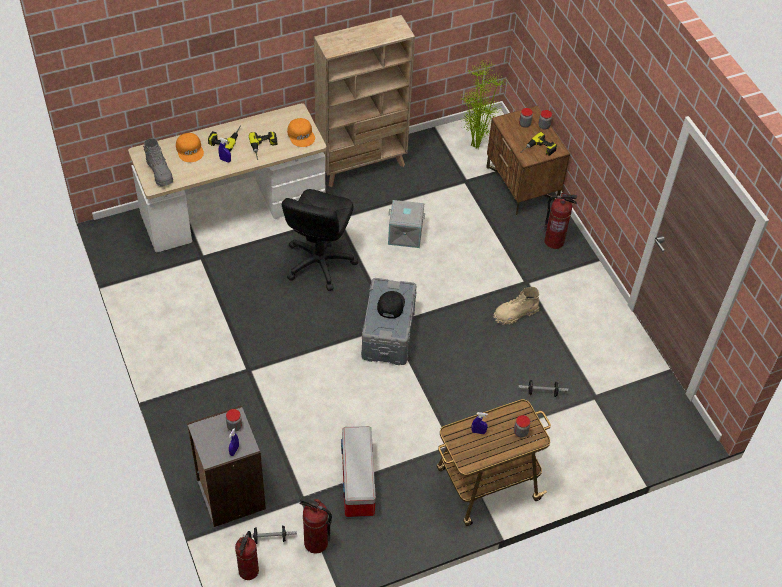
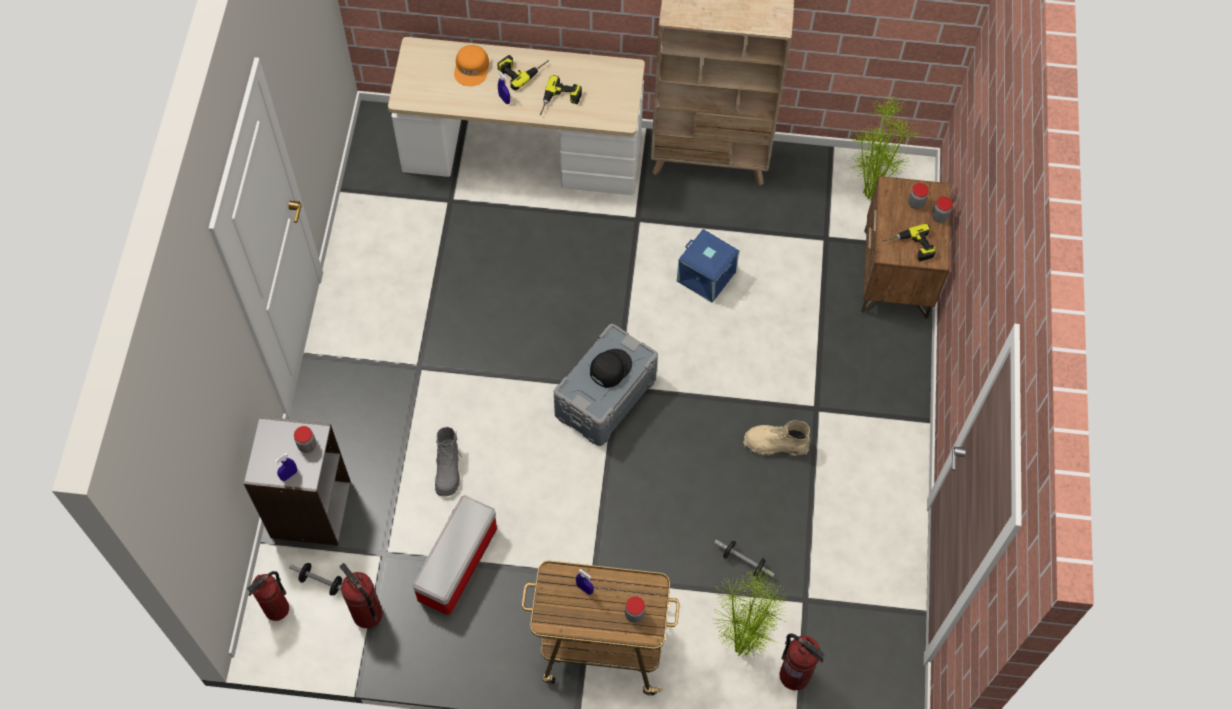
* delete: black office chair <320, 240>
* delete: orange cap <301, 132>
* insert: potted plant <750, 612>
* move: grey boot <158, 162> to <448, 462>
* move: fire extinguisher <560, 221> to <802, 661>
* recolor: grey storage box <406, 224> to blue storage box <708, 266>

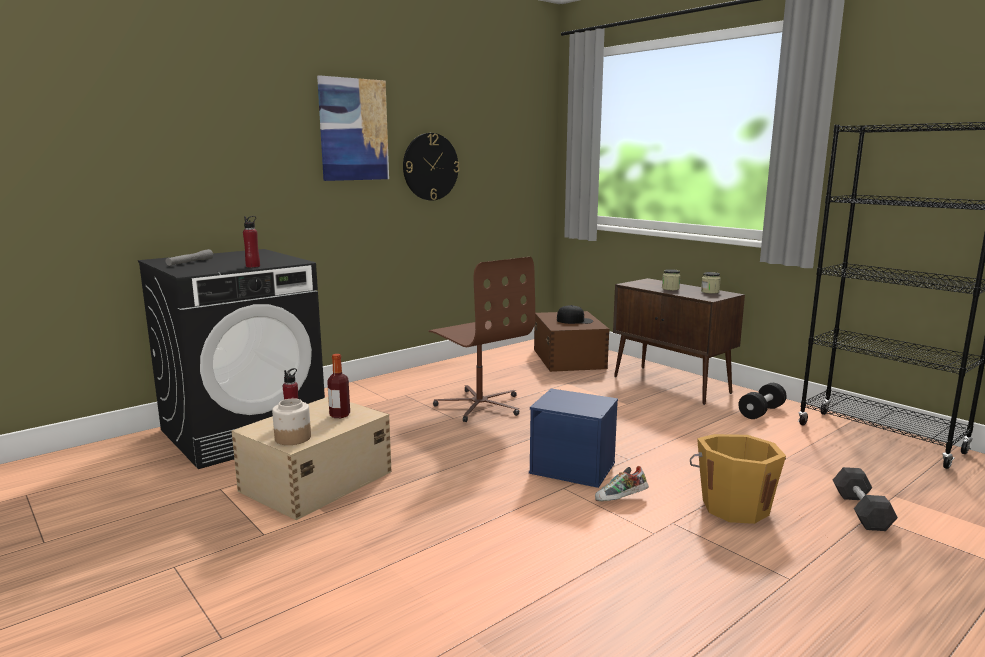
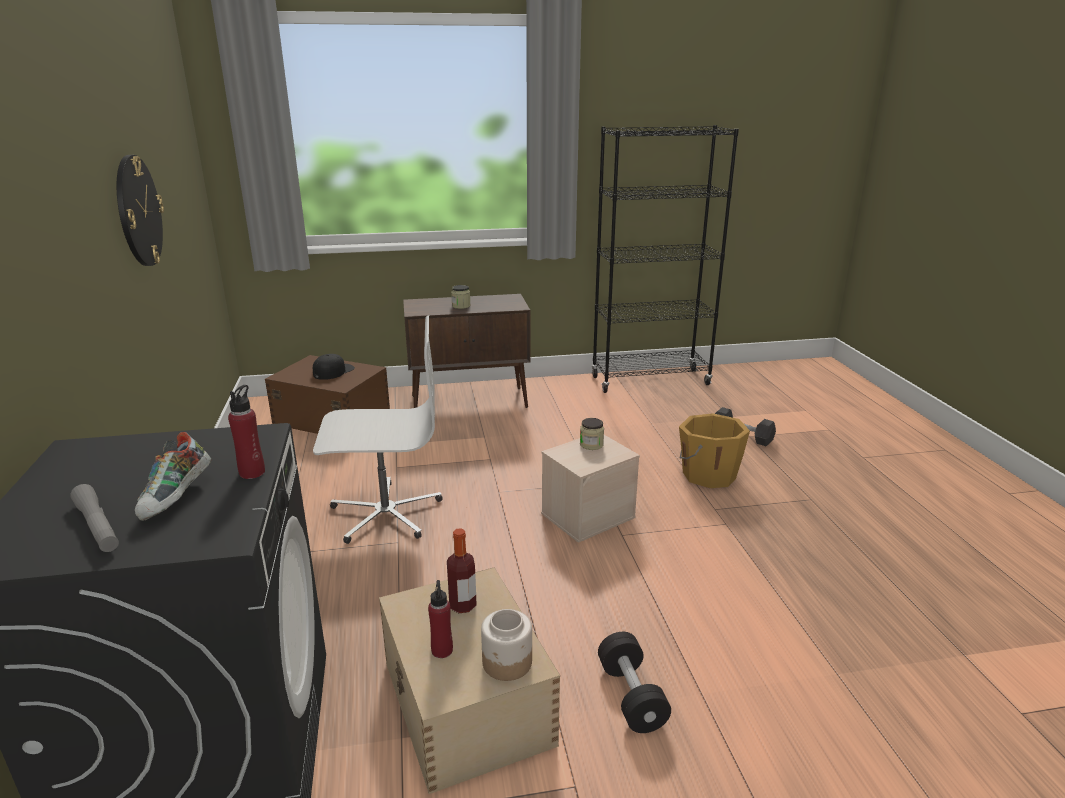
* delete: picture <353, 128>
* move: shoe <622, 483> to <173, 476>
* move: jar <711, 283> to <592, 434>
* move: black dumbbell <762, 401> to <634, 682>
* recolor: brown office chair <482, 339> to white office chair <377, 430>
* recolor: blue storage box <573, 438> to beige storage box <590, 489>

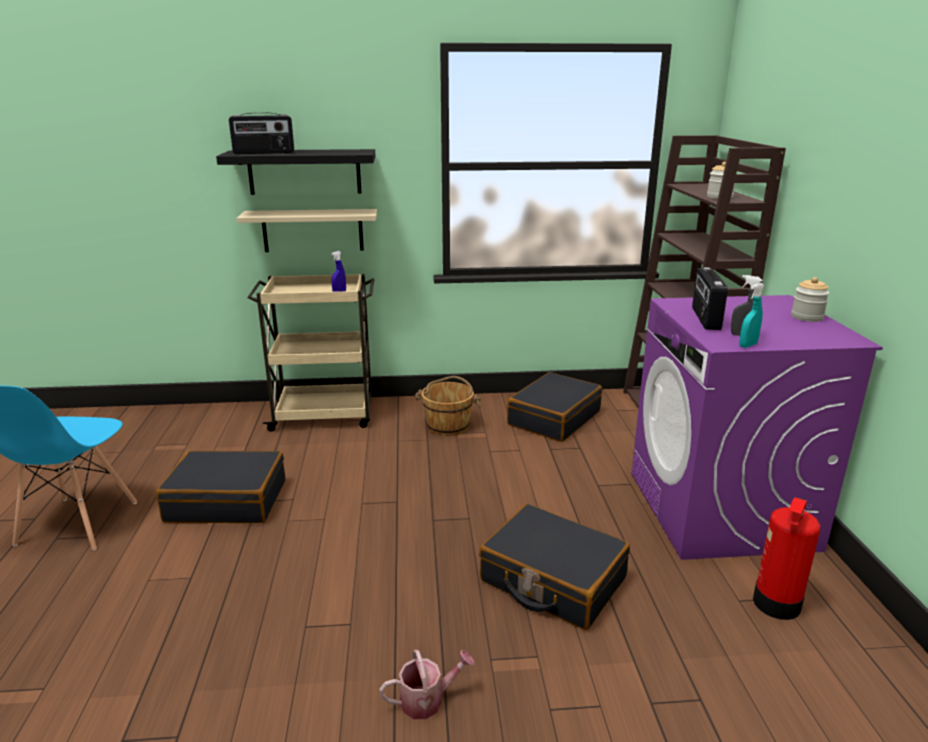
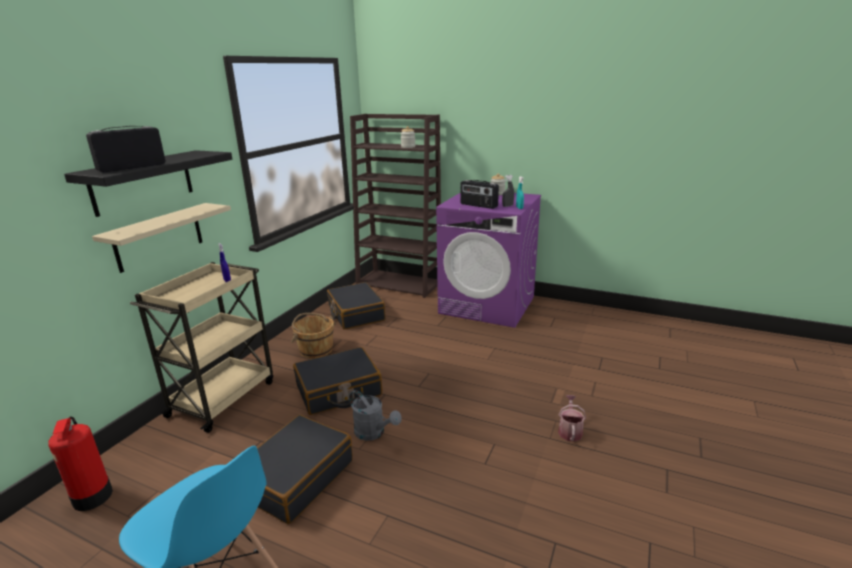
* insert: grey watering can <375, 415>
* move: black suitcase <554, 567> to <337, 381>
* move: fire extinguisher <786, 558> to <80, 463>
* rotate: radio <261, 133> = <125, 149> 150 degrees counterclockwise

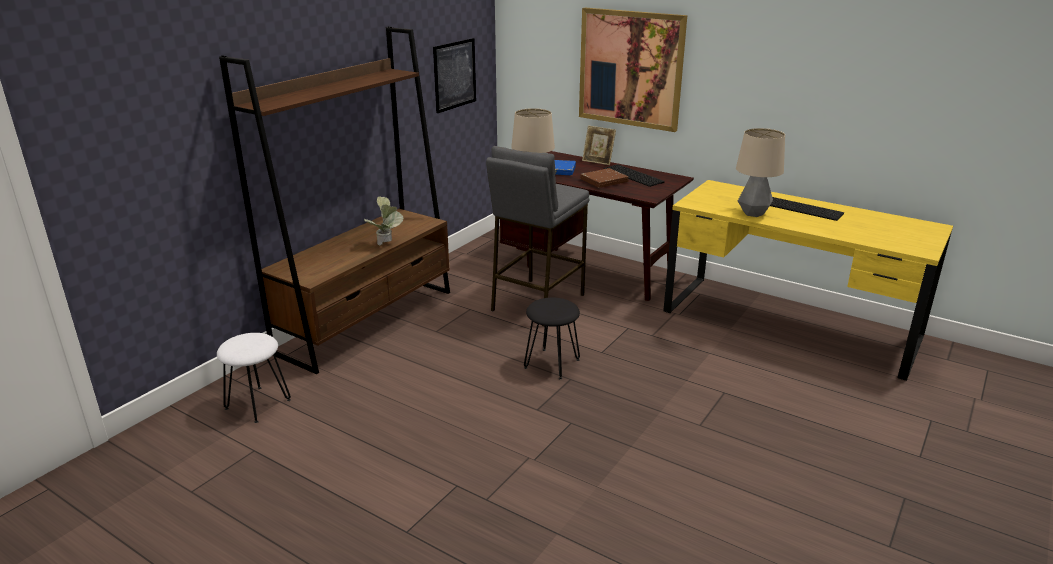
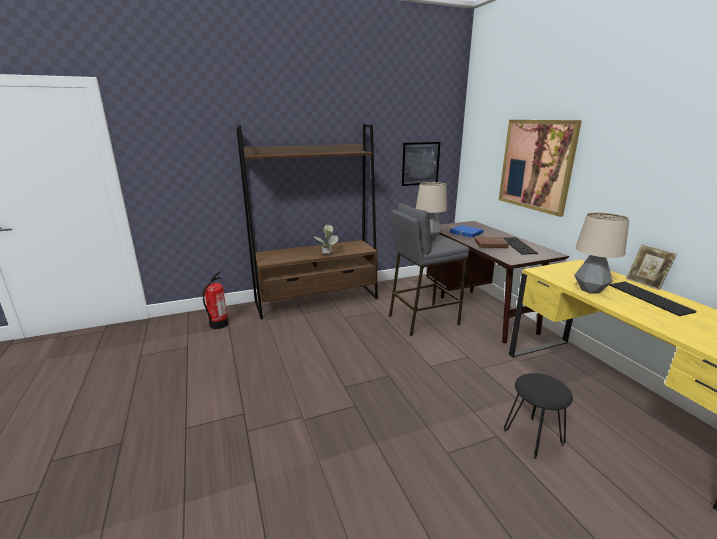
* move: black stool <552, 339> to <538, 416>
* move: picture frame <599, 145> to <651, 267>
* replace: white stool <254, 378> to fire extinguisher <215, 300>

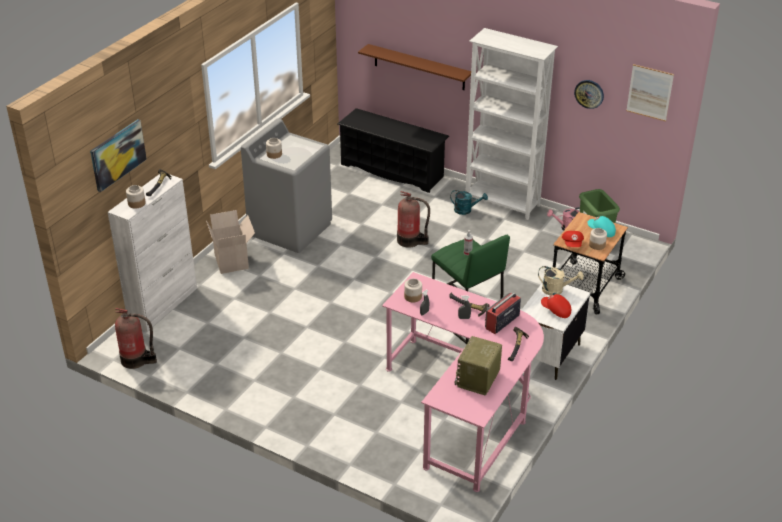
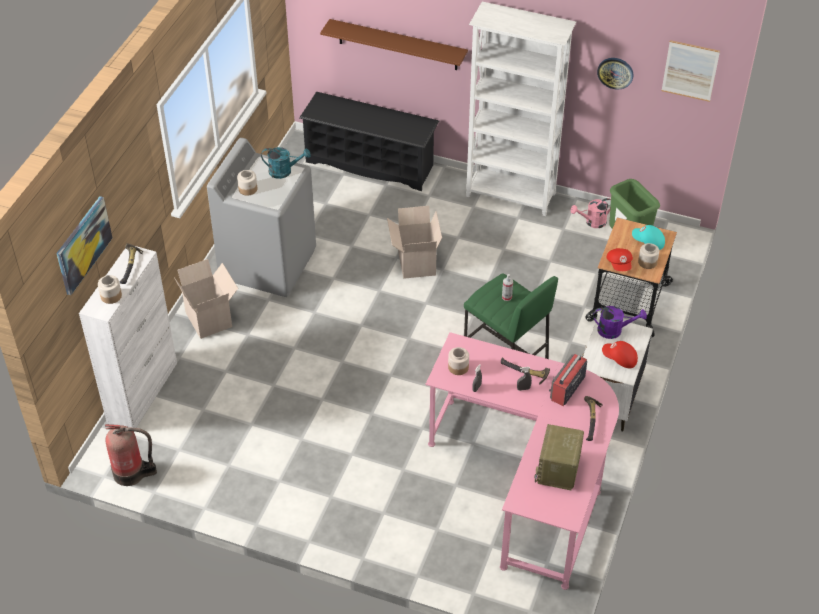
* move: turquoise watering can <469, 202> to <286, 163>
* replace: fire extinguisher <413, 219> to cardboard box <414, 242>
* recolor: beige watering can <561, 281> to purple watering can <620, 322>

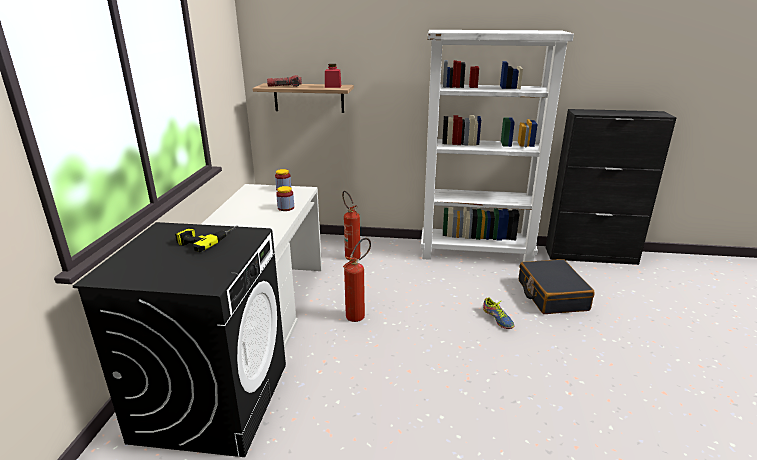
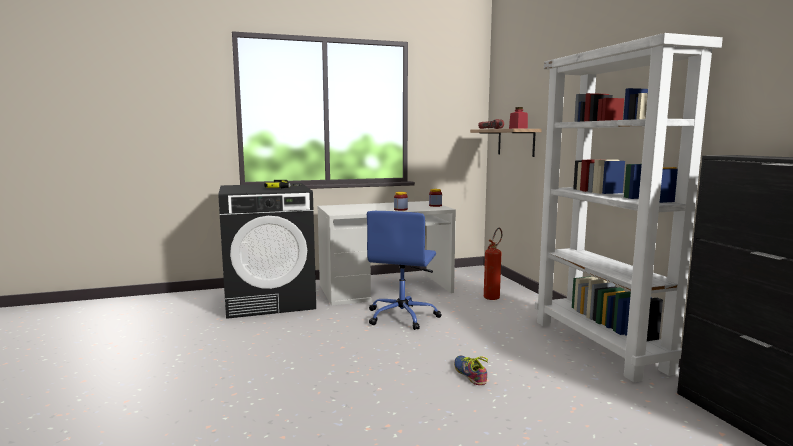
* delete: black suitcase <557, 286>
* replace: fire extinguisher <357, 280> to blue office chair <404, 270>
* rotate: shoe <499, 313> = <471, 370> 120 degrees clockwise

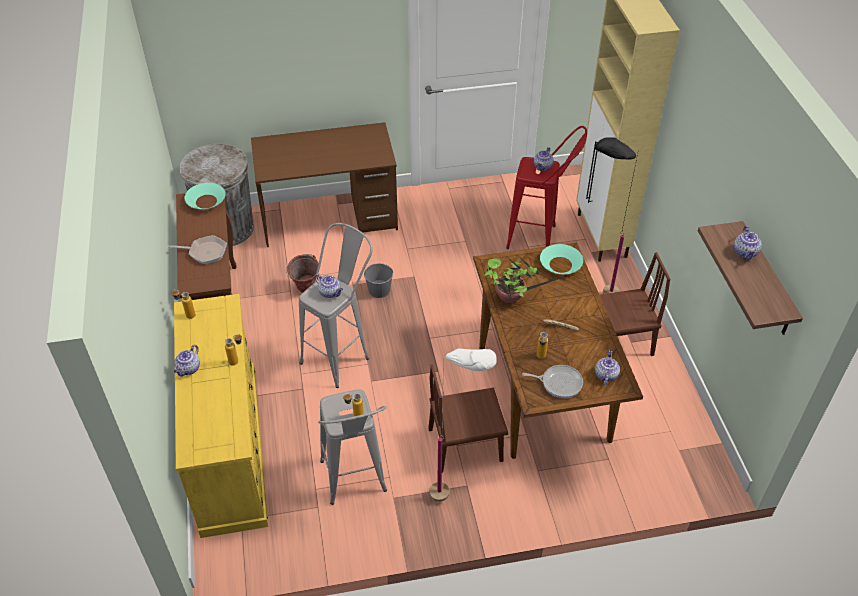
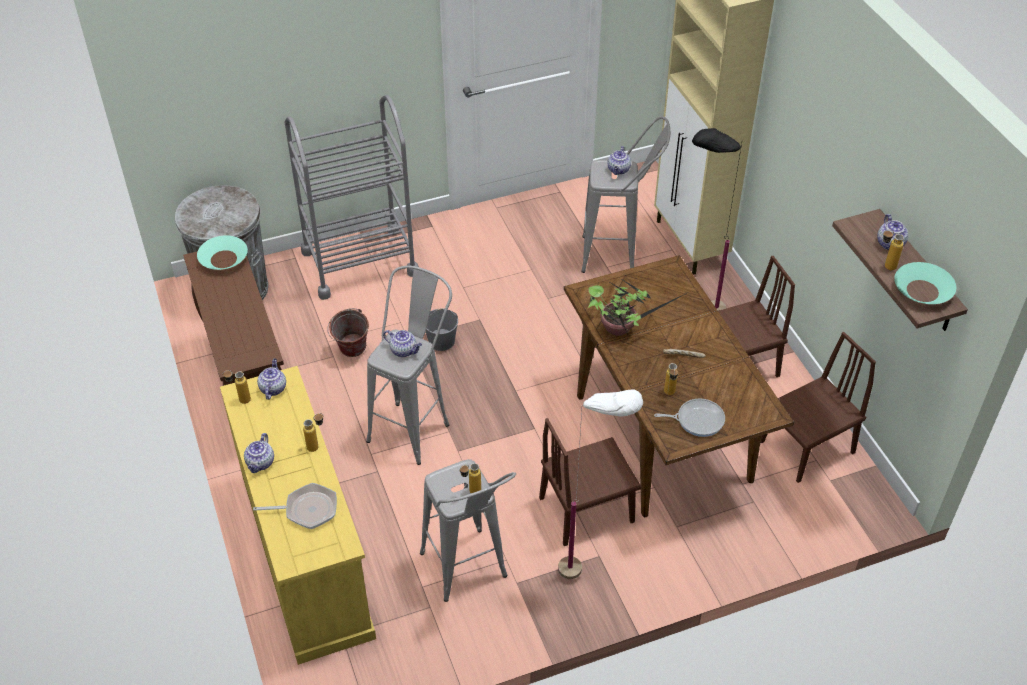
* insert: brown chair <818, 407>
* insert: bottle <893, 249>
* move: frying pan <197, 249> to <295, 506>
* move: turquoise bowl <561, 259> to <925, 283>
* move: teapot <607, 367> to <271, 379>
* replace: brown desk <324, 184> to grey cart <352, 197>
* recolor: red stool <546, 187> to grey stool <625, 194>

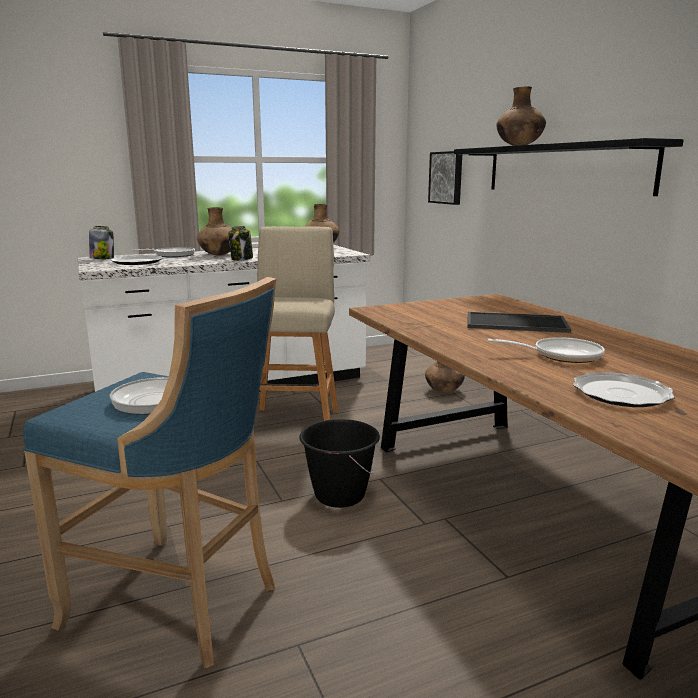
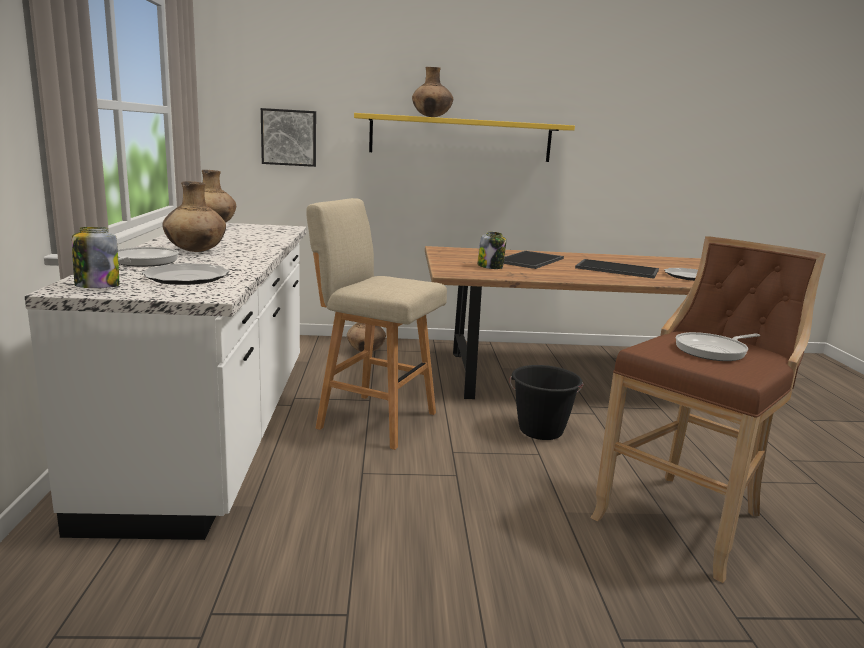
* move: jar <241, 243> to <491, 250>
* replace: frying pan <546, 350> to tray <617, 269>
* recolor: blue stool <149, 473> to brown stool <708, 409>
* recolor: black shelf <569, 167> to yellow shelf <464, 137>

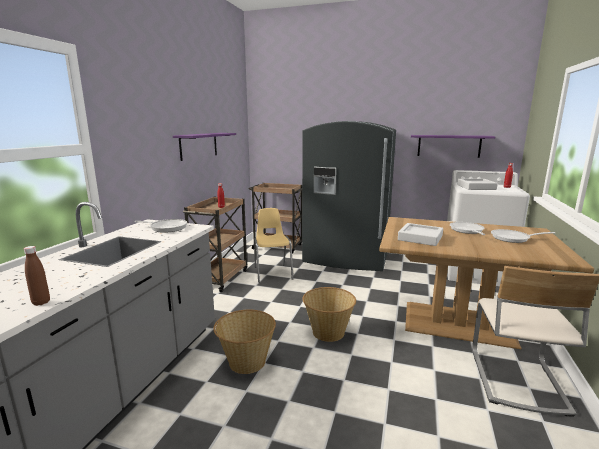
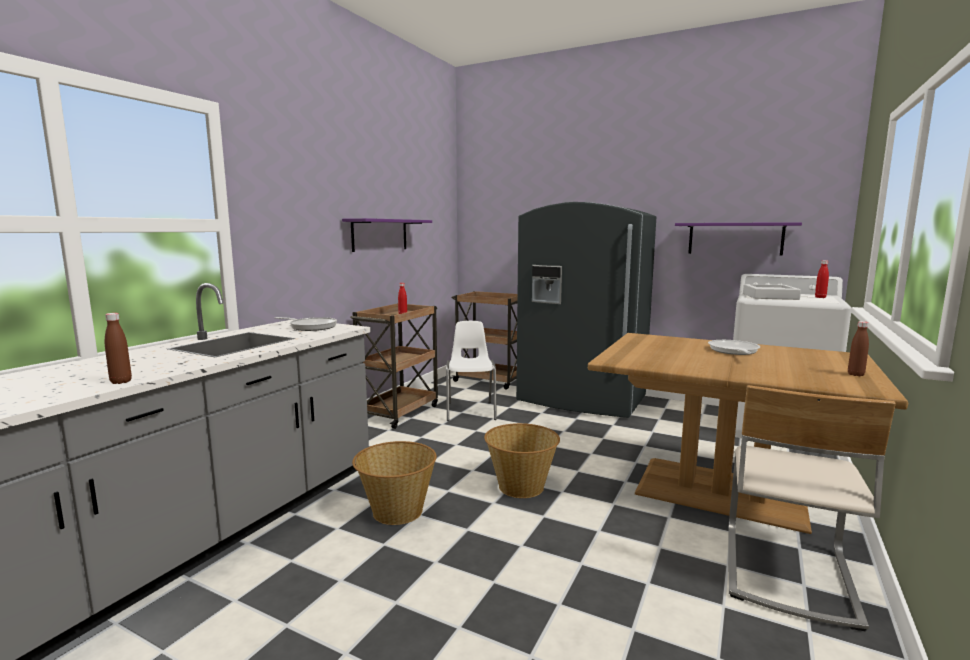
* delete: grey tray <420, 234>
* delete: frying pan <523, 236>
* insert: brown bottle <858, 348>
* recolor: yellow chair <273, 245> to white chair <471, 371>

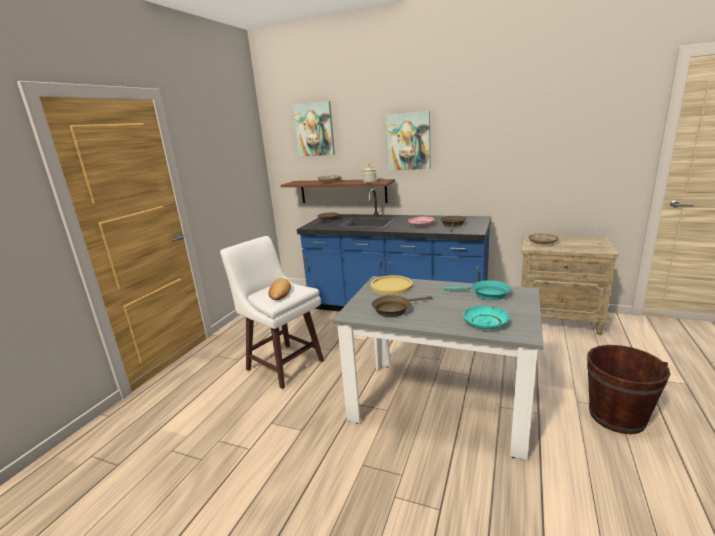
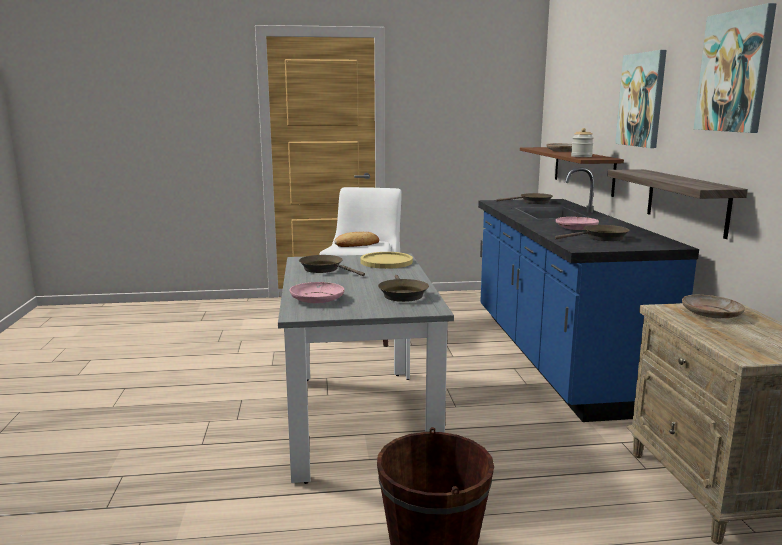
* insert: shelf <677, 204>
* move: picture <313, 129> to <735, 68>
* recolor: turquoise frying pan <477, 290> to brown frying pan <403, 288>
* recolor: turquoise plate <486, 317> to pink plate <317, 292>

